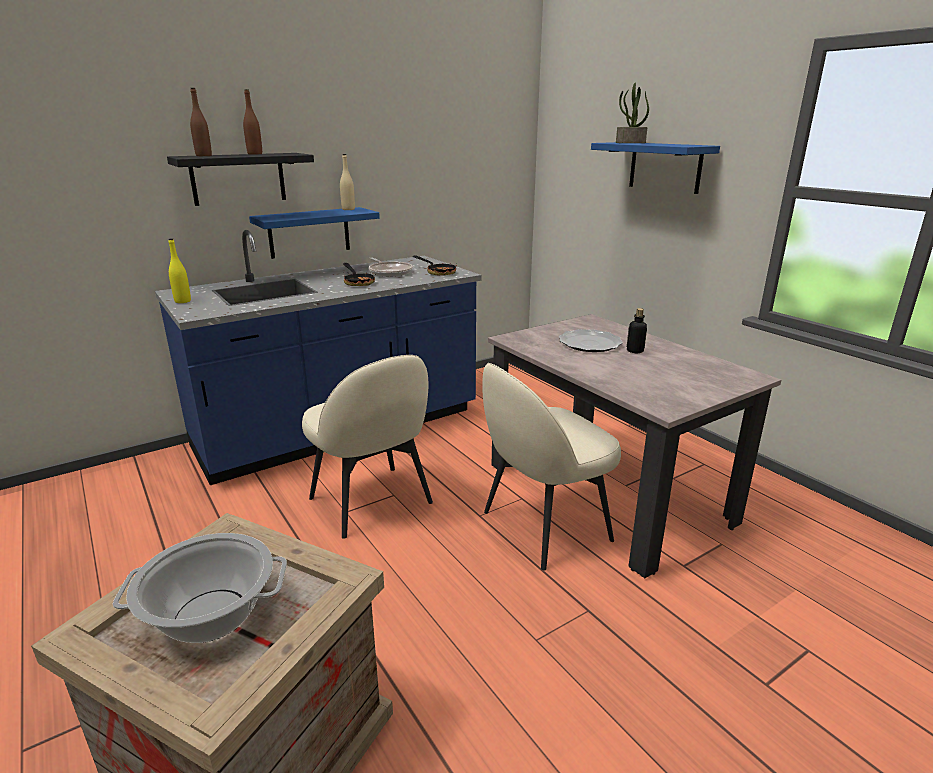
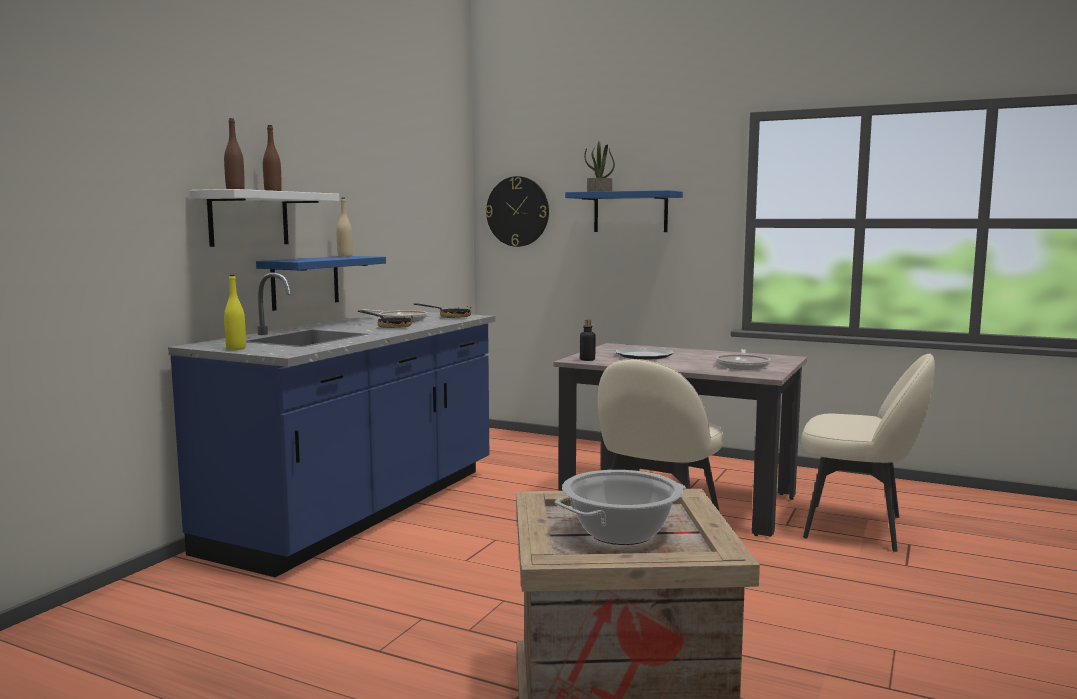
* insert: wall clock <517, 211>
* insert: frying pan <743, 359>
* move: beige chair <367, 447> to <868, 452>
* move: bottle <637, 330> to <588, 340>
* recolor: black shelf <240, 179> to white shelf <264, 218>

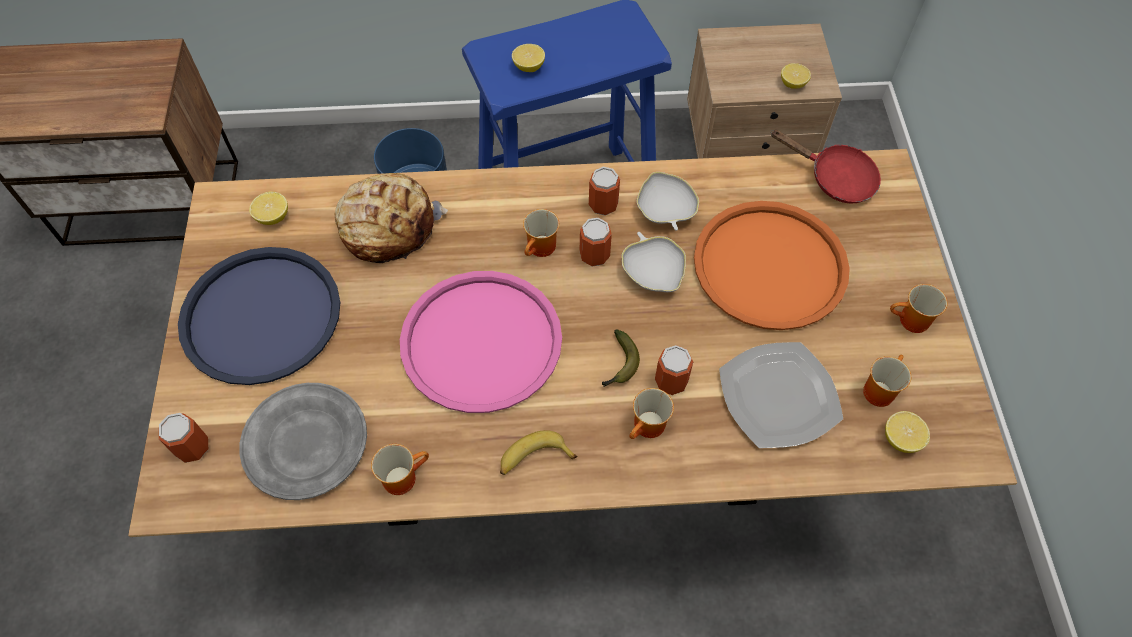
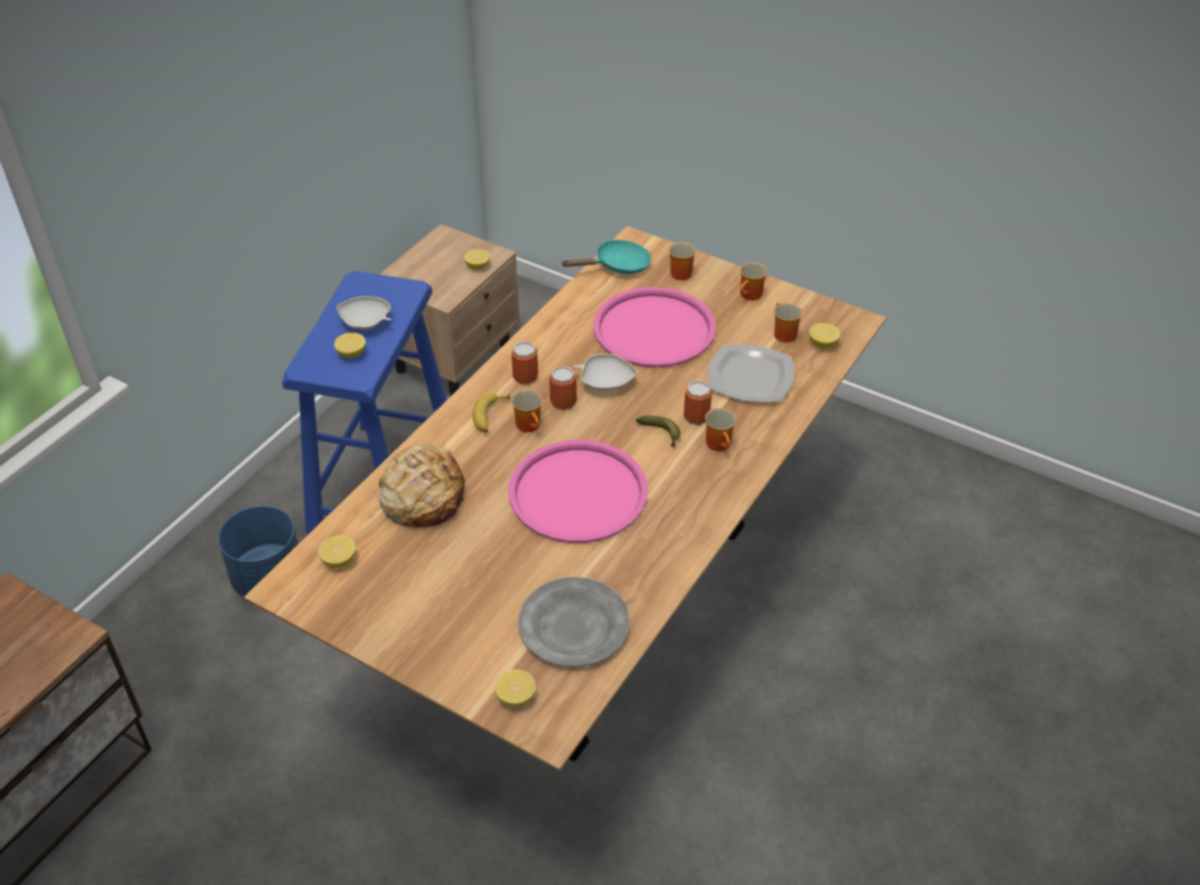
* delete: blue tray <259, 316>
* move: mug <400, 469> to <682, 261>
* move: banana <539, 452> to <491, 413>
* move: white bowl <668, 201> to <364, 313>
* replace: can <183, 438> to lemon <515, 688>
* recolor: orange tray <772, 265> to pink tray <654, 327>
* recolor: red frying pan <826, 167> to turquoise frying pan <606, 257>

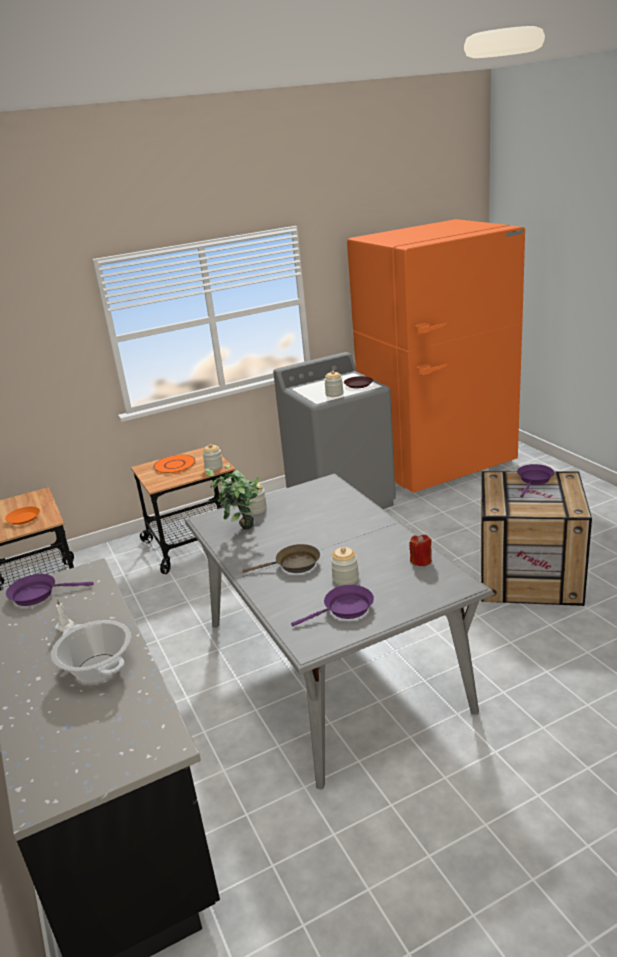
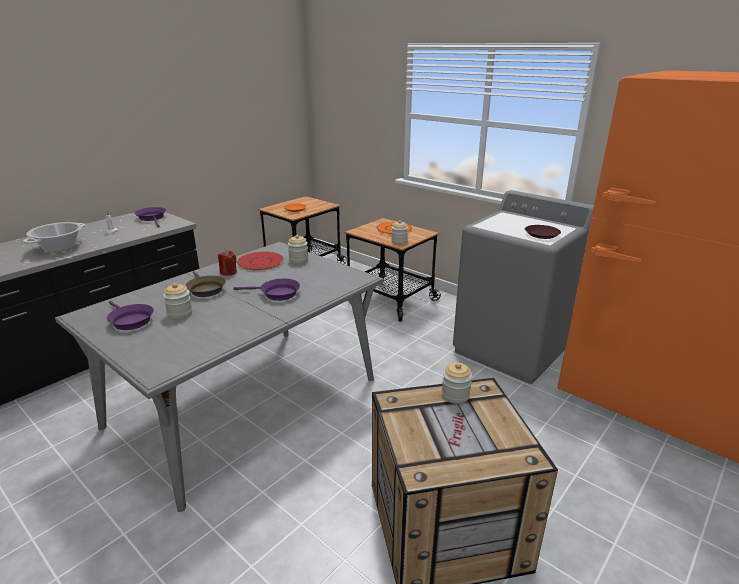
* move: jar <334, 384> to <457, 383>
* move: red candle <420, 550> to <227, 263>
* move: purple frying pan <535, 481> to <266, 290>
* replace: potted plant <234, 497> to red plate <260, 260>

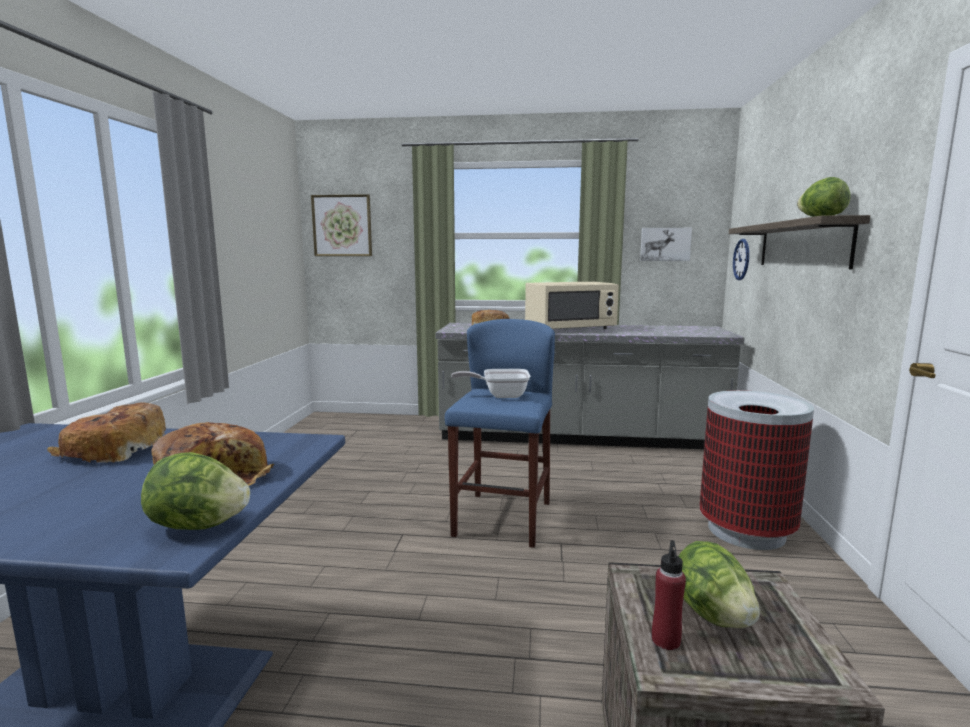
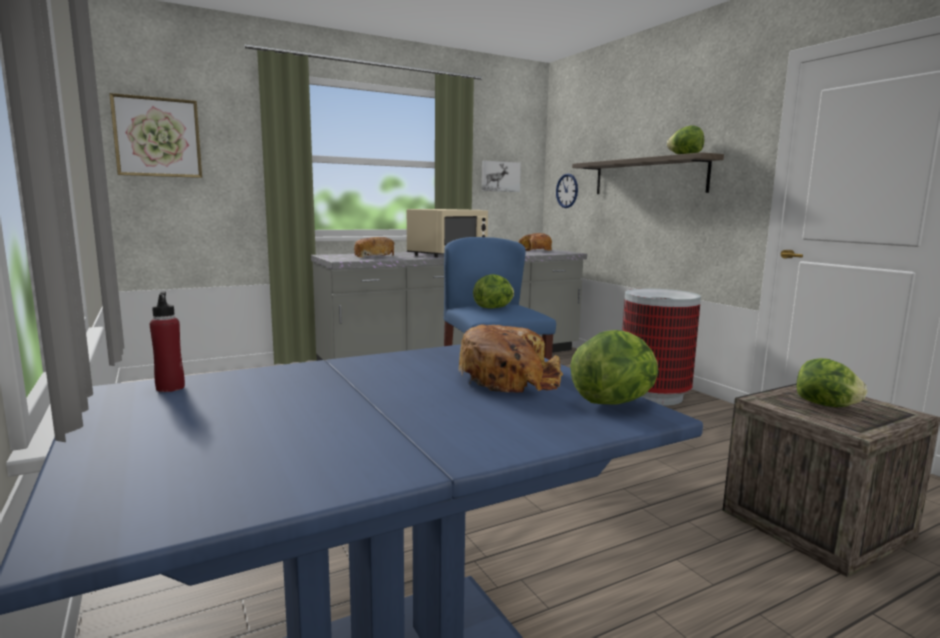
* move: bread <106, 432> to <535, 242>
* move: red bottle <669, 595> to <167, 341>
* replace: frying pan <490, 383> to lettuce <493, 291>

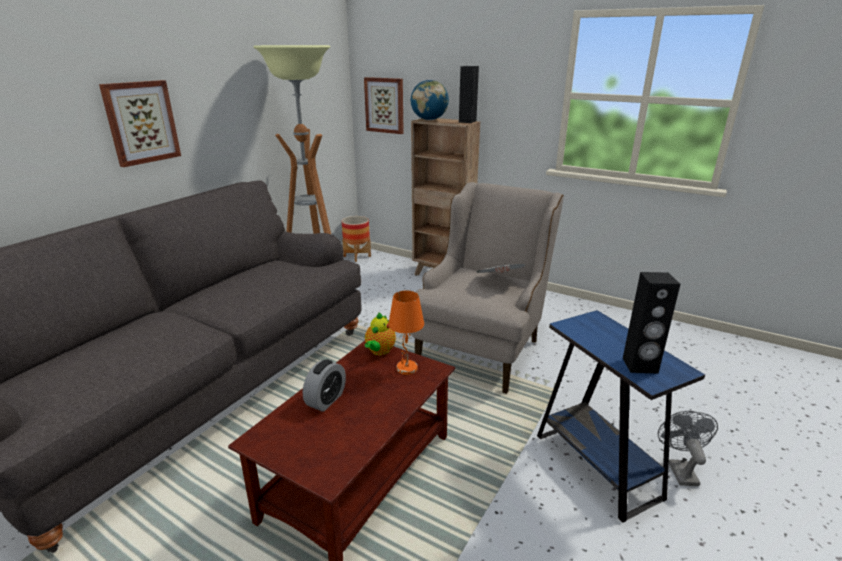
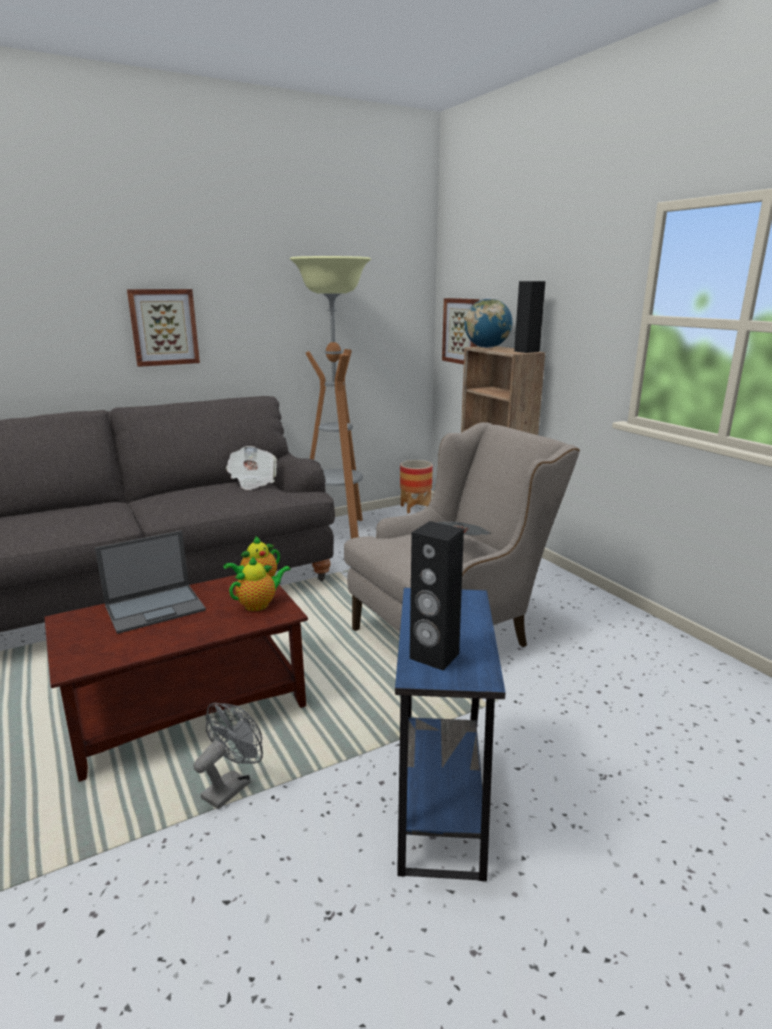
* insert: newspaper <251, 468>
* move: grey fan <688, 448> to <228, 756>
* replace: alarm clock <324, 385> to laptop <150, 582>
* replace: orange table lamp <406, 333> to teapot <260, 583>

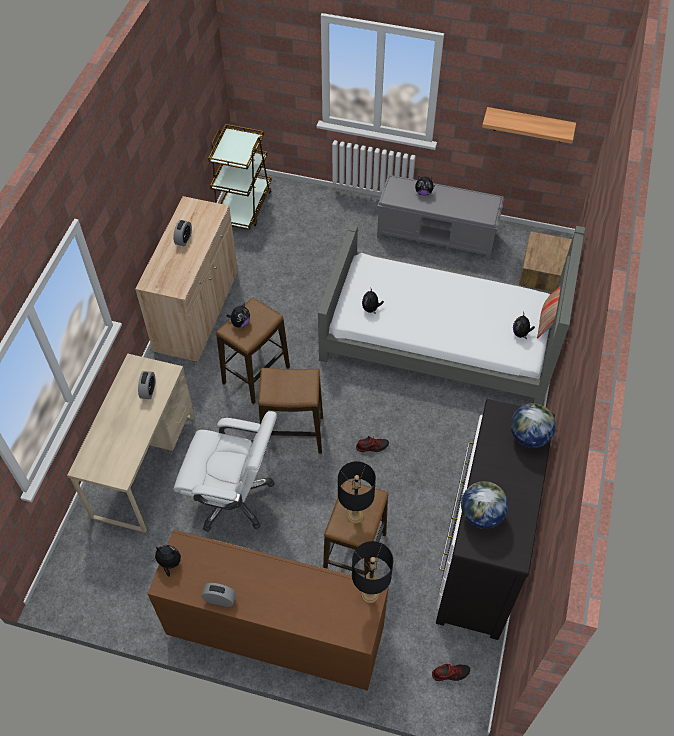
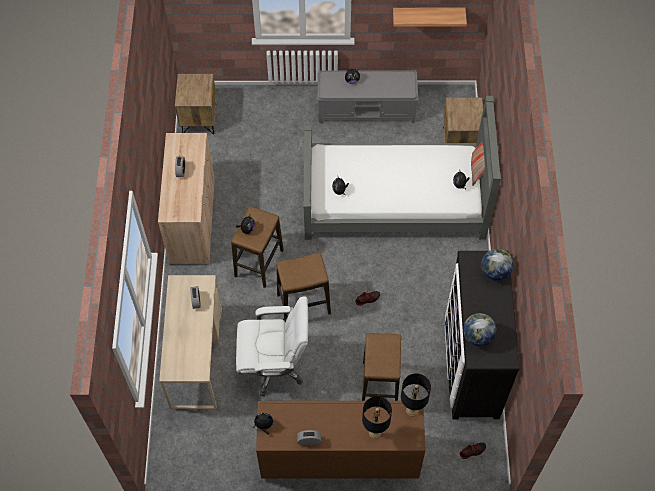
* move: black table lamp <357, 492> to <377, 417>
* replace: brown cart <240, 177> to brown nightstand <195, 104>

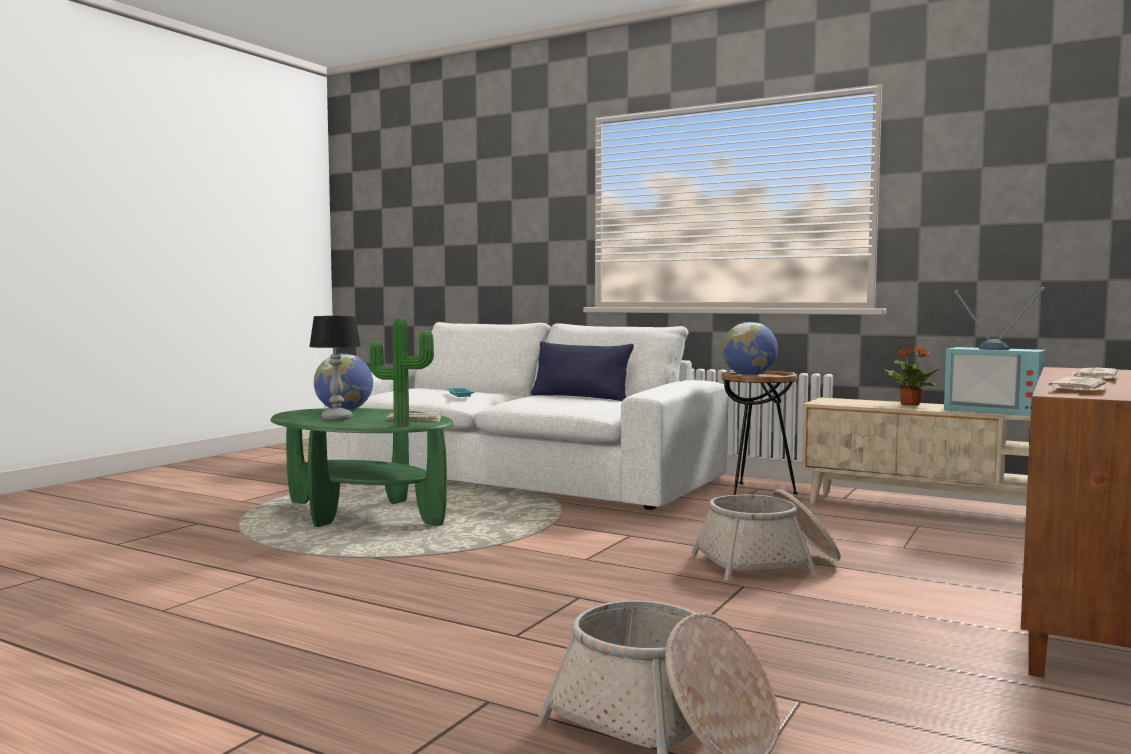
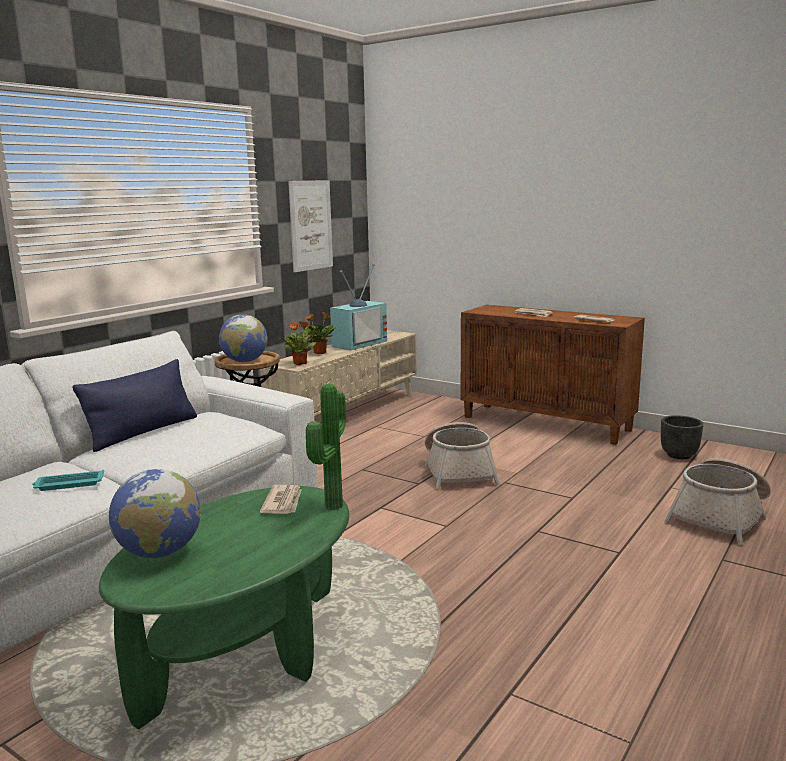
* delete: table lamp <335, 368>
* insert: potted plant <299, 343>
* insert: picture <310, 226>
* insert: black planter <682, 437>

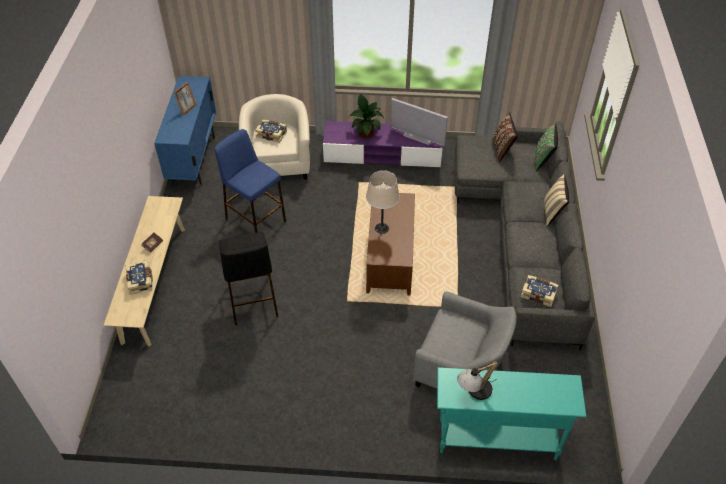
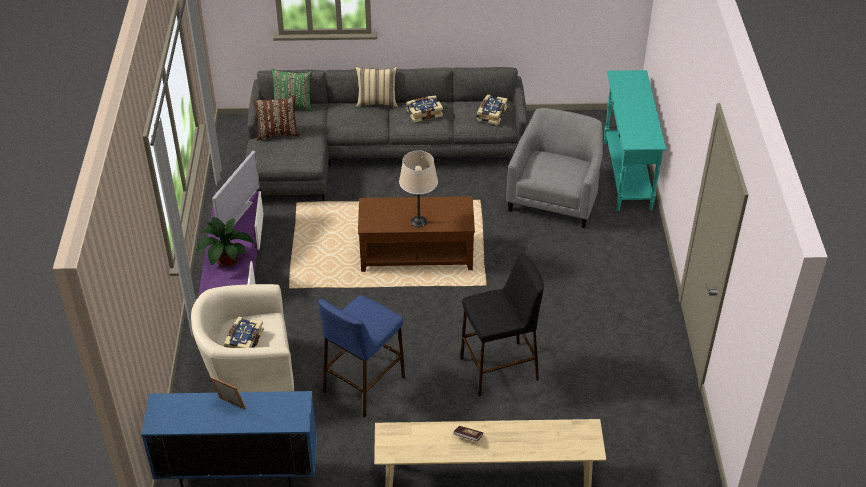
* delete: table lamp <477, 380>
* move: book <139, 277> to <424, 109>

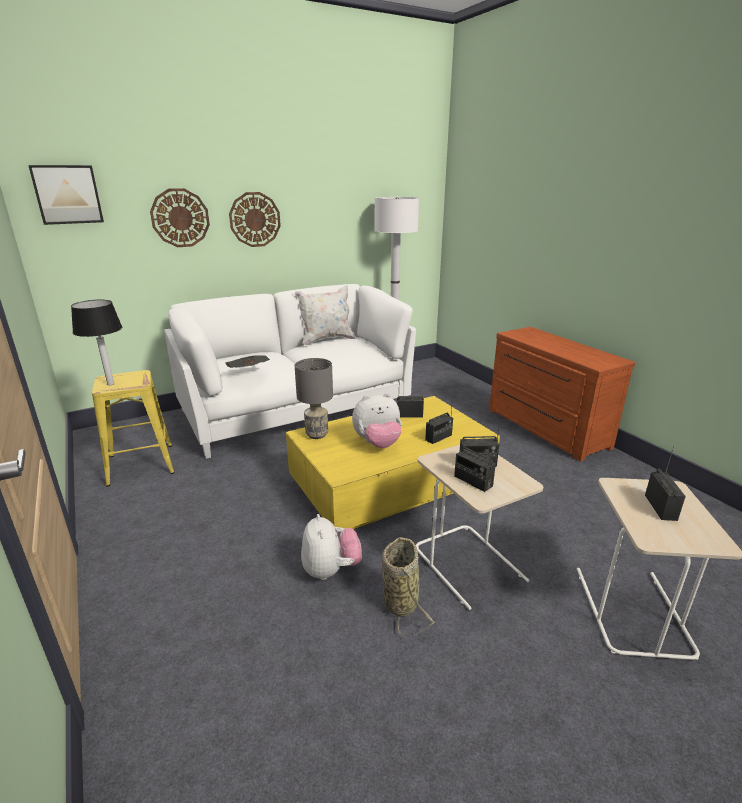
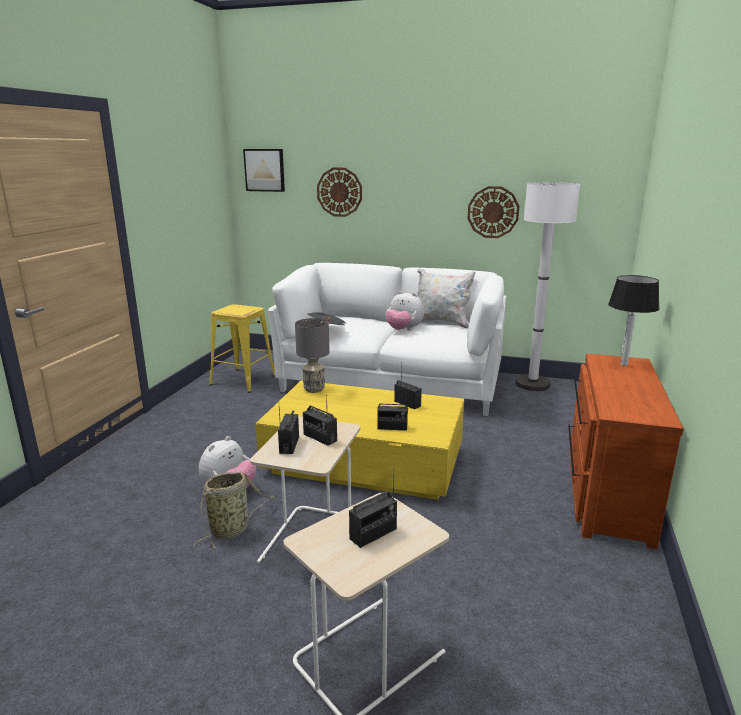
* move: table lamp <96, 342> to <633, 320>
* move: wall clock <255, 219> to <493, 212>
* move: plush toy <377, 420> to <404, 310>

